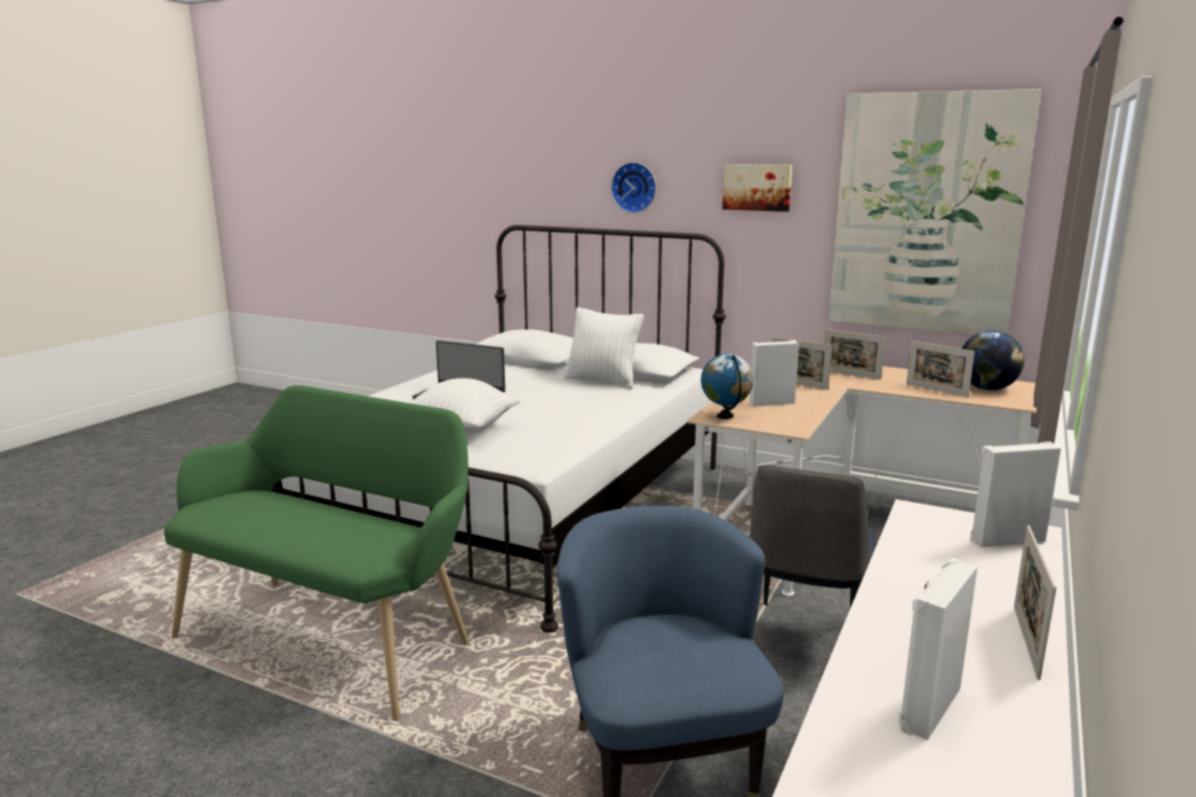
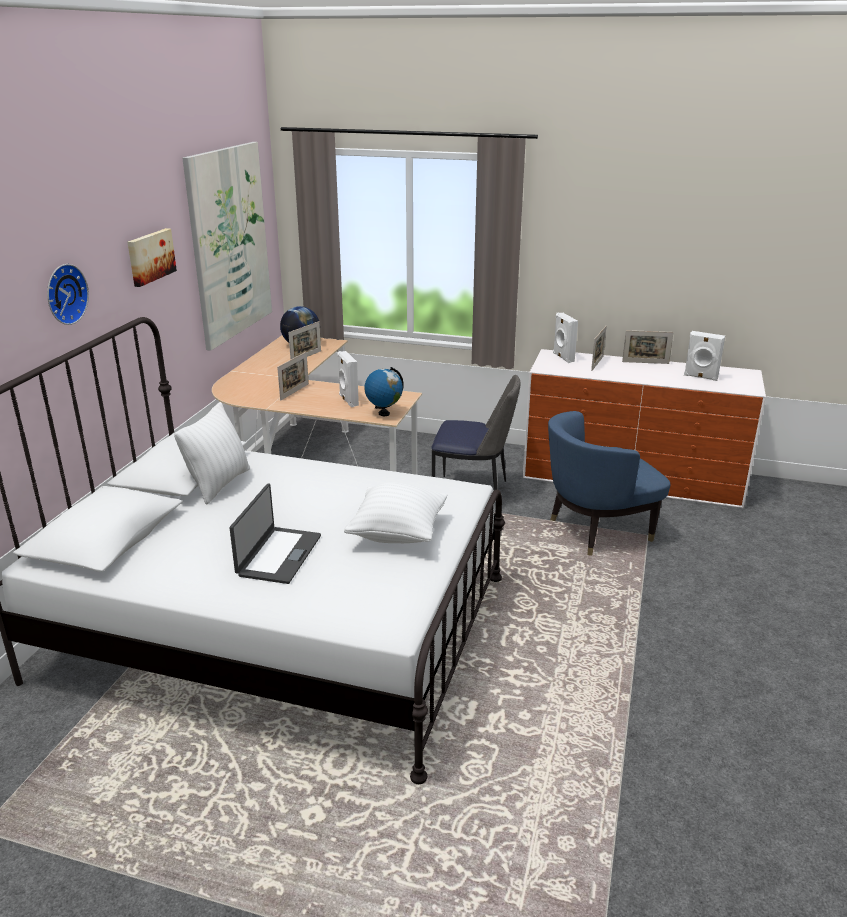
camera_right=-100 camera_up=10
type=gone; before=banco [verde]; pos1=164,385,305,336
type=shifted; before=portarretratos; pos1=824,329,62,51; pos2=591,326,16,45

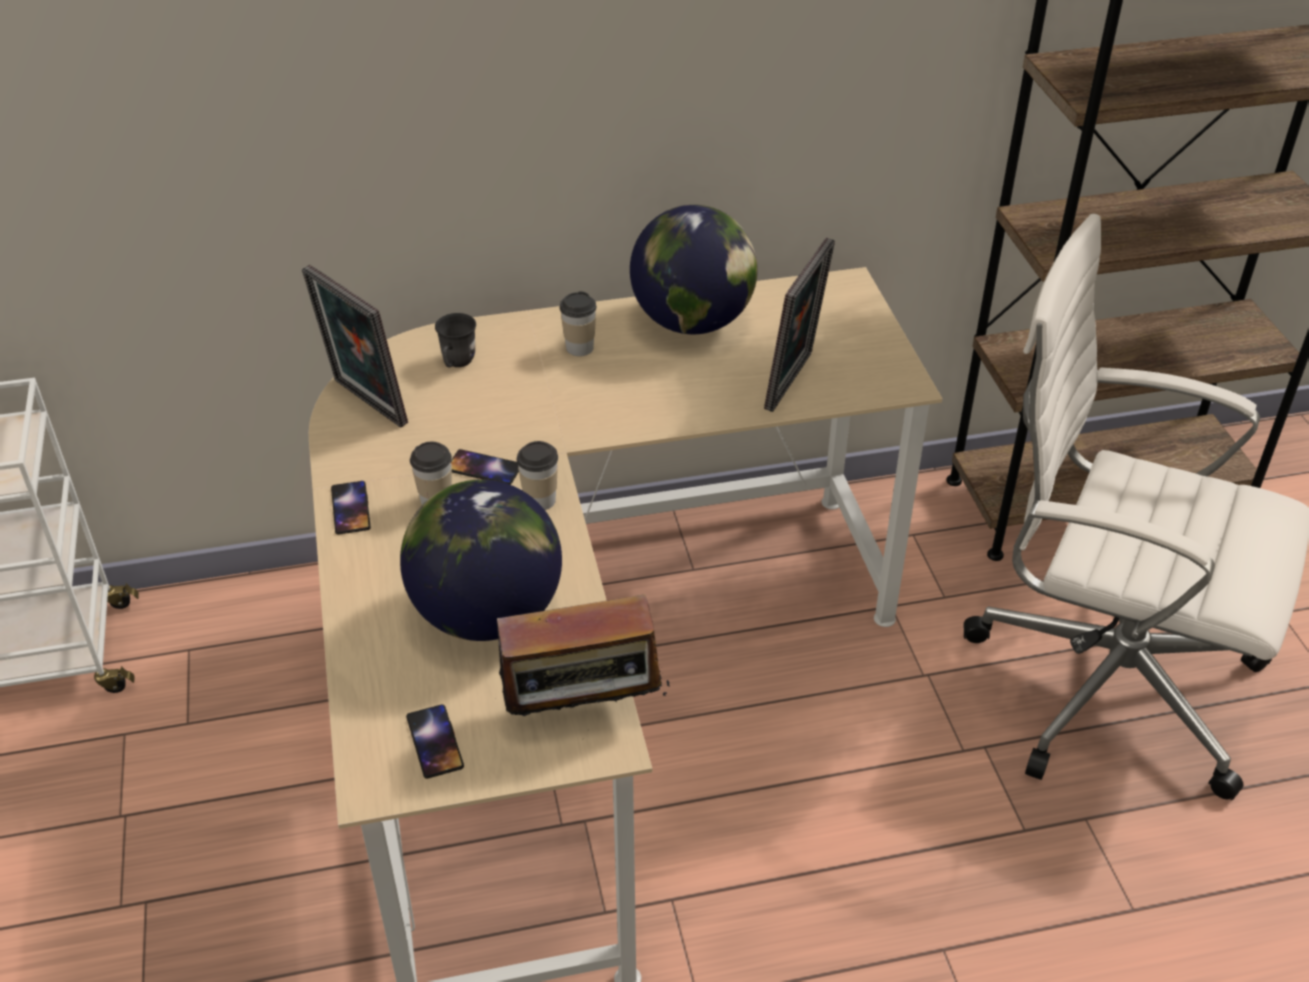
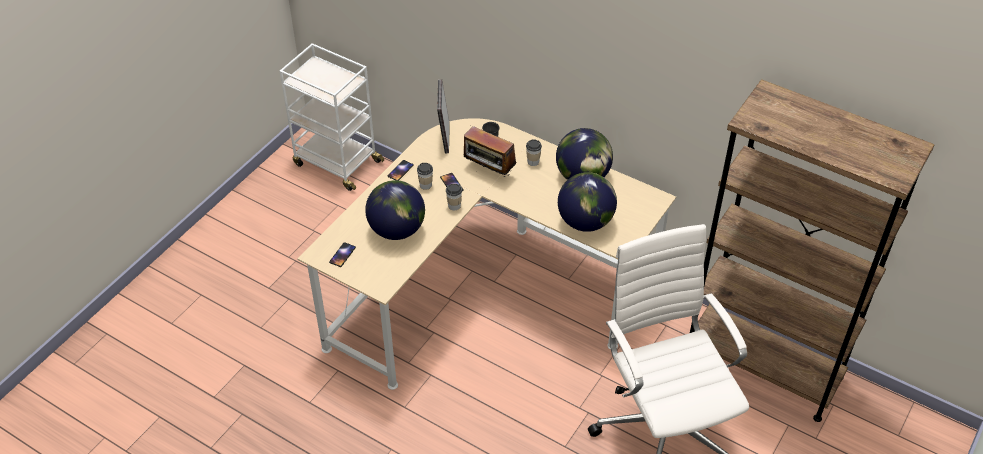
camera_right=45 camera_up=5
type=shifted; before=radio; pos1=481,594,190,140; pos2=464,126,53,51
type=swapped; before=portarretratos; after=globo terráqueo; pos1=764,238,71,174; pos2=558,172,59,60

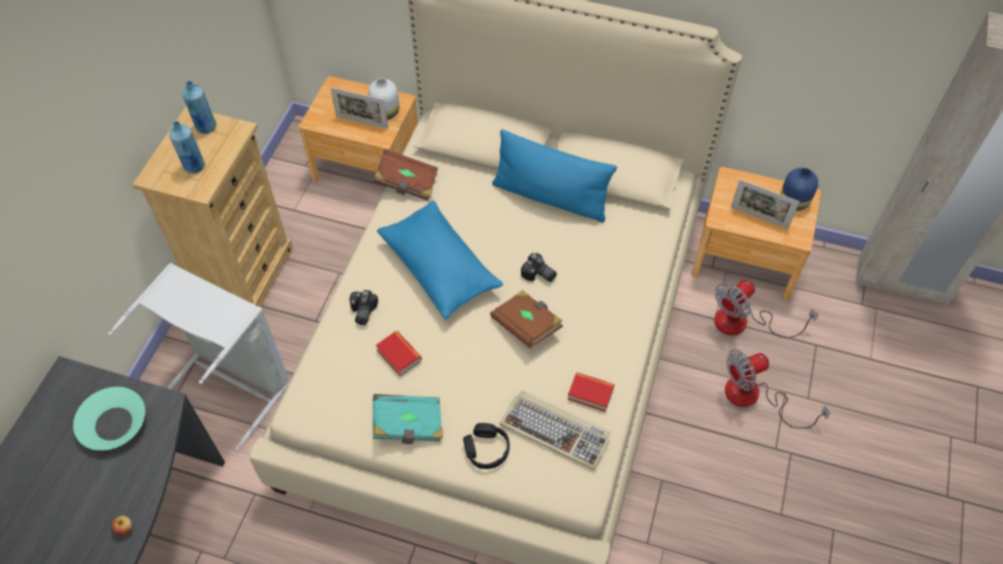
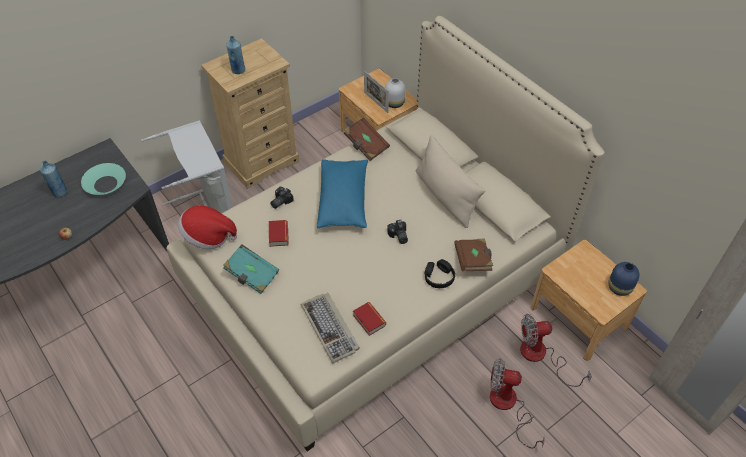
camera_right=35 camera_up=-5
type=shifted; before=botella [azul]; pos1=182,81,34,53; pos2=40,161,27,36
type=shifted; before=auriculares [negro]; pos1=463,423,47,46; pos2=424,259,31,29
type=shifted; before=libro [marrón]; pos1=490,290,73,58; pos2=454,238,39,33
type=repainted; before=cojín [azul]; after=cojín [beis]; pos1=492,129,125,94; pos2=416,135,69,93
type=gone; before=portarretratos; pos1=731,179,68,50
type=new; after=sombrero; pos2=178,205,59,44

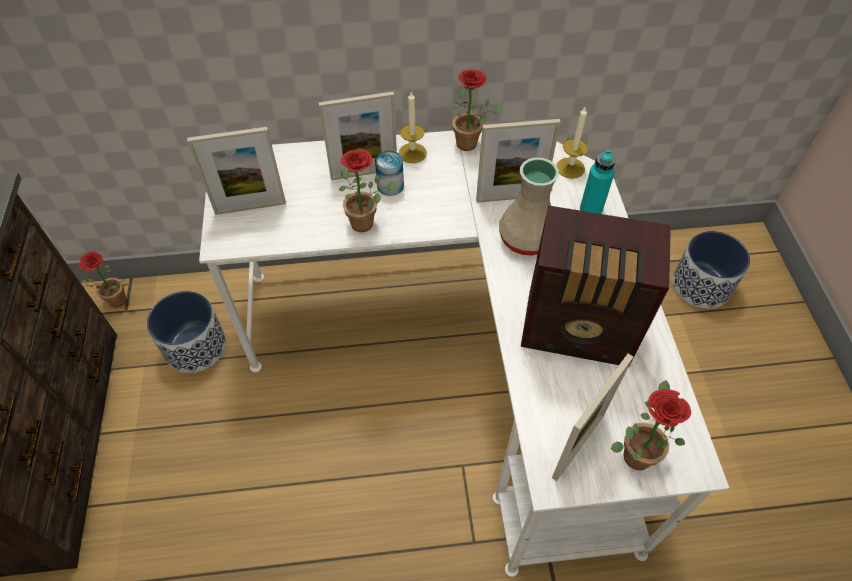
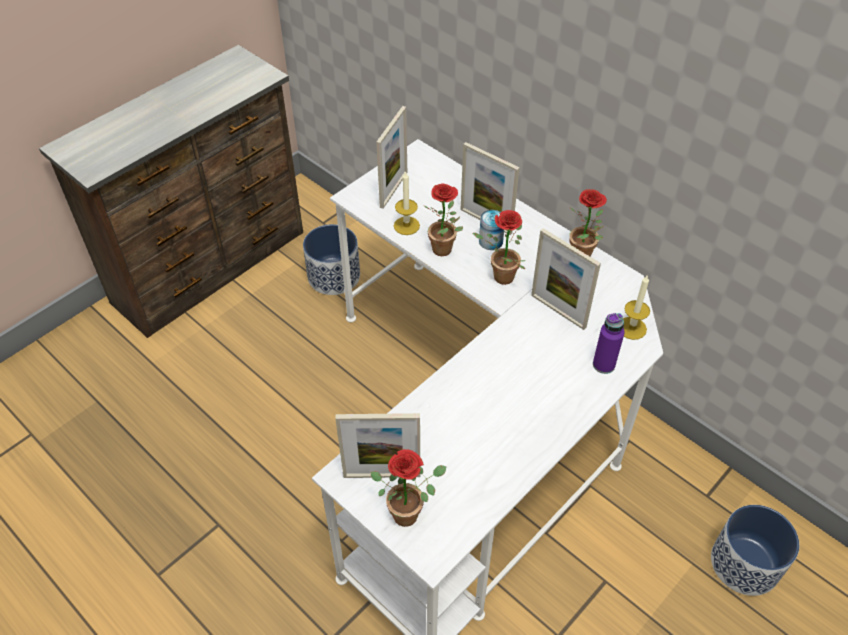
camera_right=50 camera_up=-5
type=shifted; before=planta en maceta; pos1=78,252,52,55; pos2=473,210,53,75
type=rotated; before=portarretratos; pos1=187,127,99,88; pos2=376,106,31,103; turn=-105
type=shifted; before=vela; pos1=399,91,28,72; pos2=394,171,26,64
type=gone; before=florero [beis]; pos1=499,157,60,99
type=gone; before=radio; pos1=521,205,150,162
type=repainted; before=botella [turquesa]; after=botella [morado]; pos1=580,150,35,64; pos2=593,313,31,61

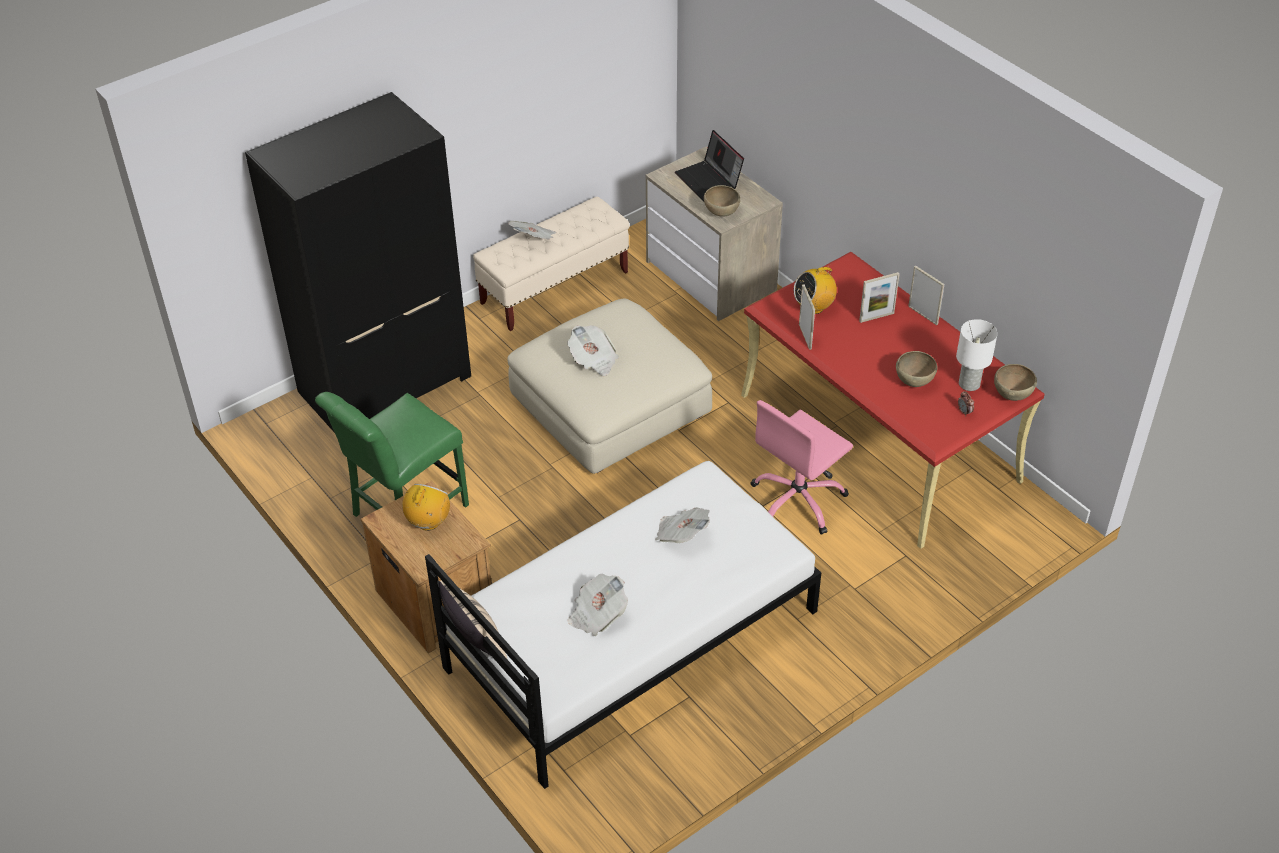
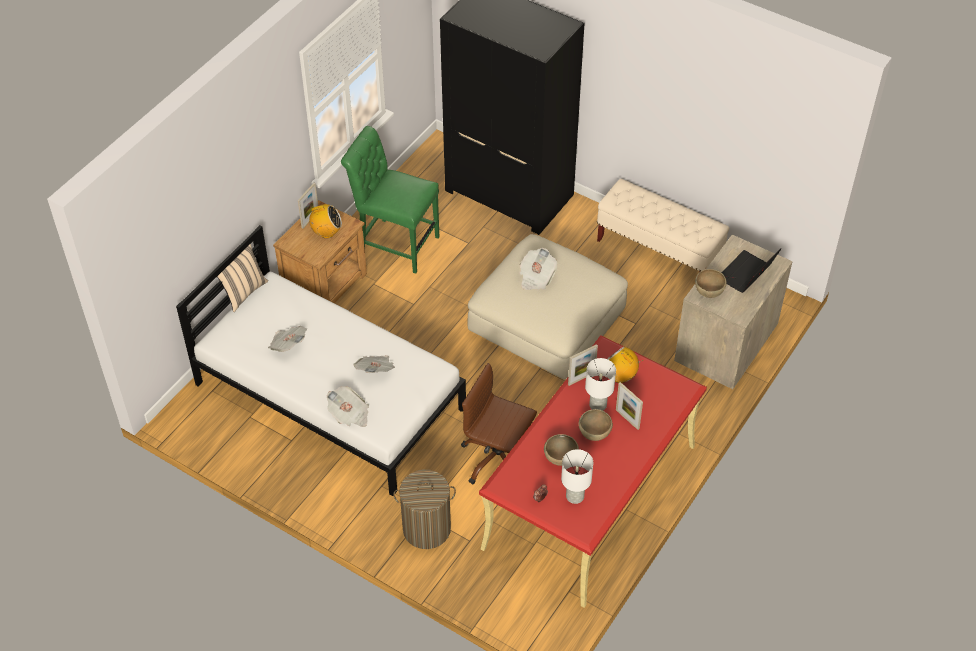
camera_right=70 camera_up=5
type=shifted; before=periódico; pos1=508,221,48,19; pos2=327,386,42,41
type=repainted; before=silla de oficina [rosa]; after=silla de oficina [marrón]; pos1=751,400,102,135; pos2=461,363,76,122
type=shifted; before=portarretratos; pos1=908,266,36,59; pos2=298,183,20,46
type=shifted; before=cuenco [marrón]; pos1=994,364,43,37; pos2=579,409,34,32
type=new; after=cesto de la ropa; pos2=393,470,63,79
type=new; after=lámpara de mesa [blanco]; pos2=585,358,31,53

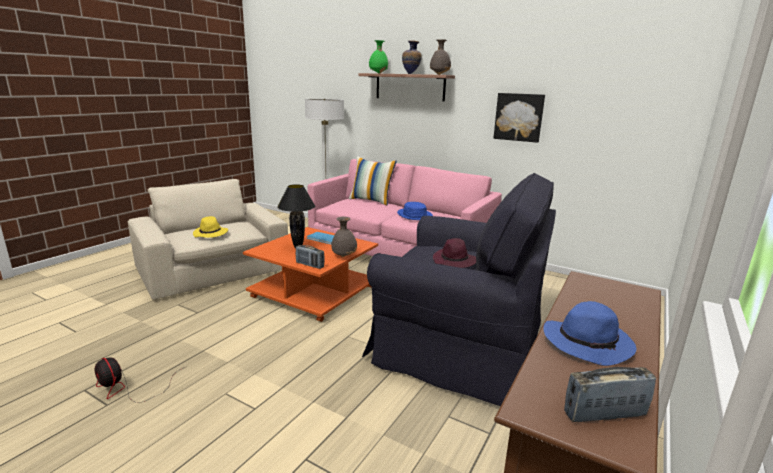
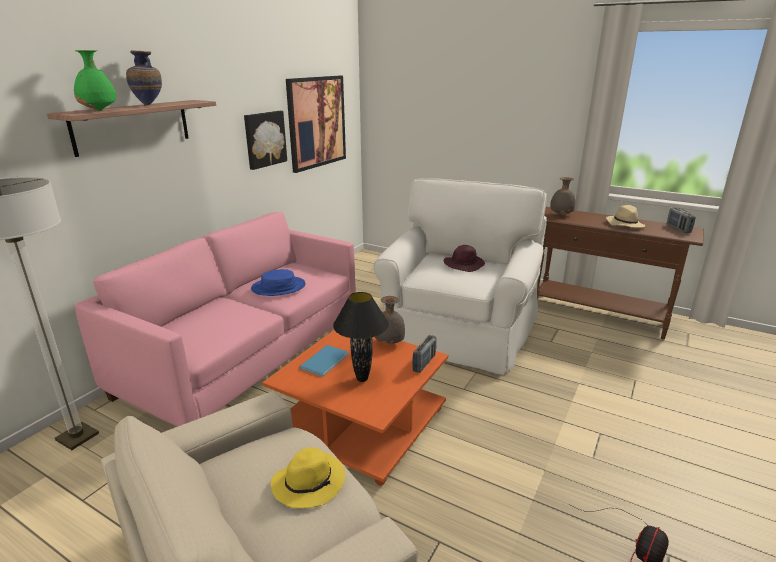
camera_right=-90 camera_up=5
type=gone; before=cojín; pos1=349,156,48,50
type=repainted; before=sillón [negro]; after=sillón [blanco]; pos1=362,173,194,233; pos2=373,178,174,197
type=shifted; before=florero [gris]; pos1=430,39,21,36; pos2=550,177,25,39
type=repainted; before=sombrero [azul]; after=sombrero [beis]; pos1=543,301,93,65; pos2=606,205,39,22
type=new; after=cuadro; pos2=286,76,60,97

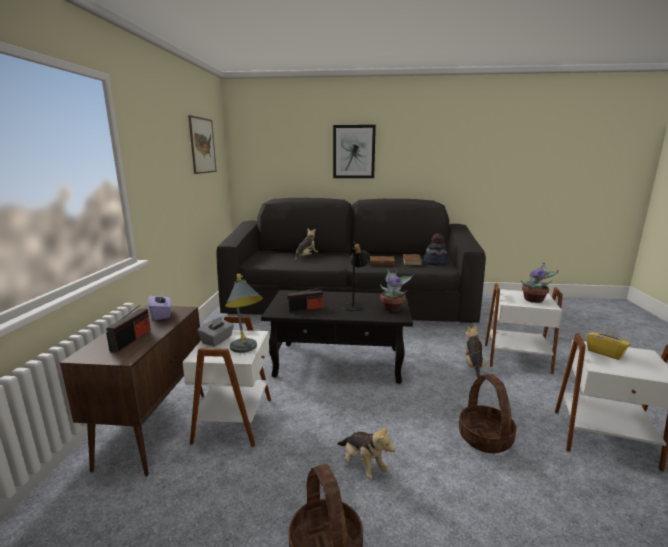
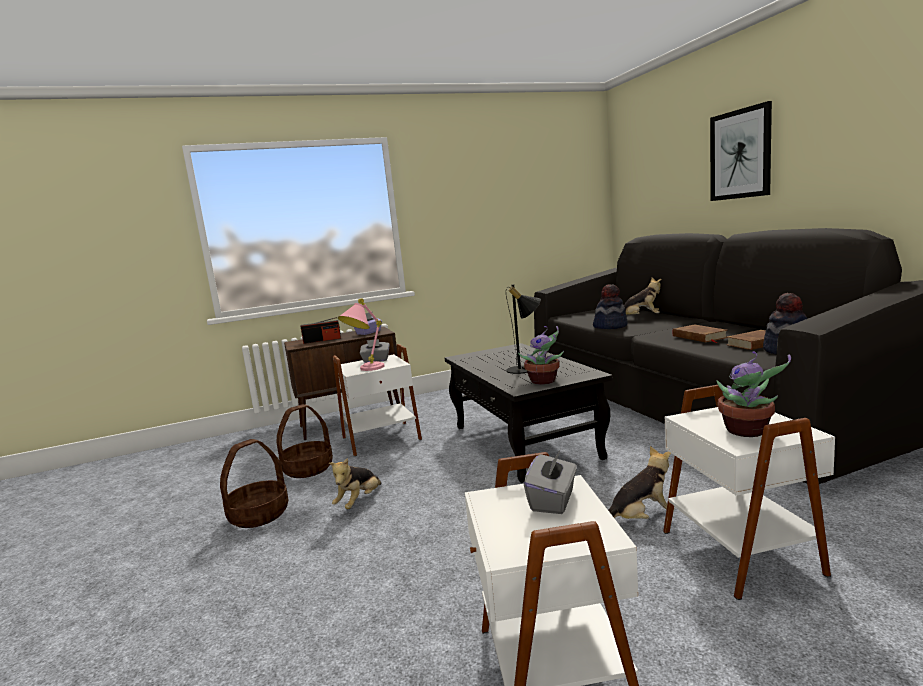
camera_right=65 camera_up=-5
type=gone; before=cuadro; pos1=188,115,29,59
type=repainted; before=lámpara de mesa [gris]; after=lámpara de mesa [rosa]; pos1=225,274,38,79; pos2=338,298,46,73
type=gone; before=radio; pos1=287,287,36,25
type=shifted; before=cesta; pos1=459,374,57,79; pos2=276,404,57,74
type=repainted; before=caja de pañuelos [amarillo]; after=caja de pañuelos [gris]; pos1=586,326,45,34; pos2=524,449,53,65
type=new; after=sombrero; pos2=593,284,35,45

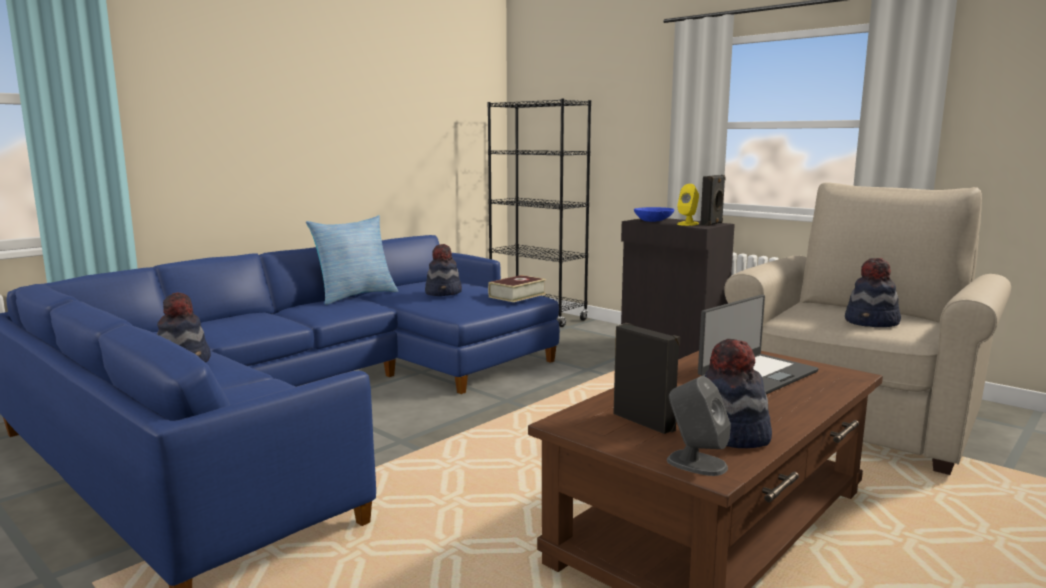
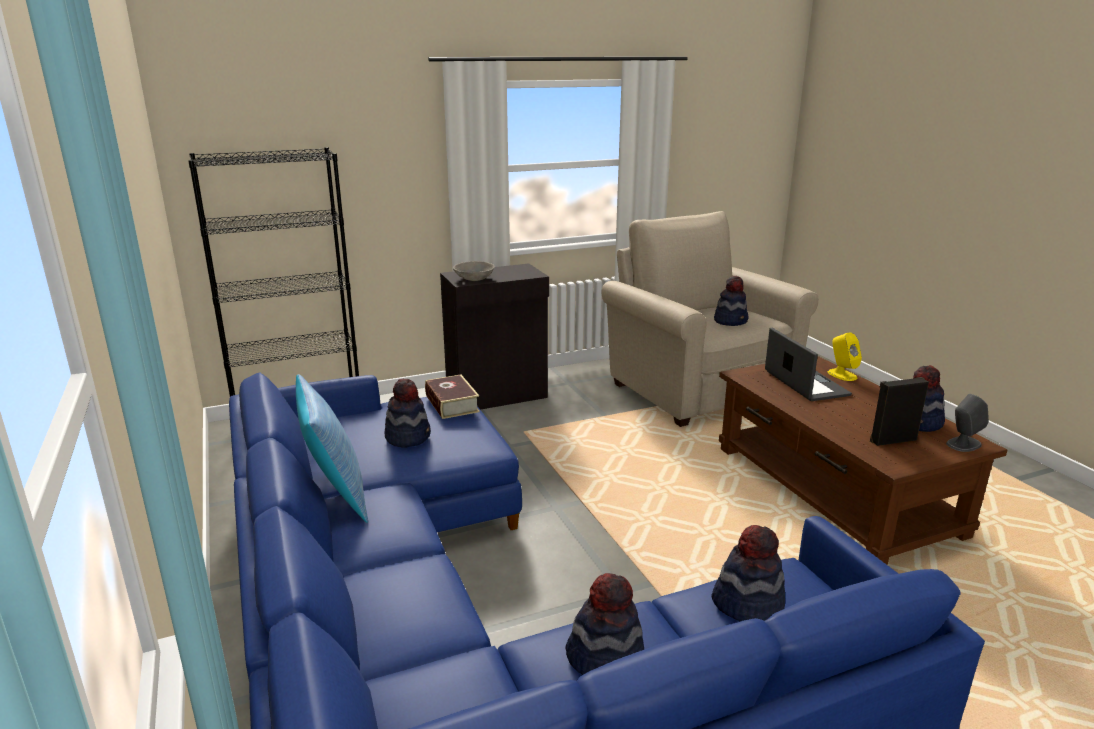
camera_right=-65 camera_up=10
type=repainted; before=cuenco [azul]; after=cuenco [gris]; pos1=634,207,40,15; pos2=453,261,42,20
type=shifted; before=altavoz [amarillo]; pos1=677,184,22,42; pos2=827,332,35,49
type=gone; before=altavoz [negro]; pos1=700,175,26,51
type=new; after=sombrero; pos2=712,525,73,96

